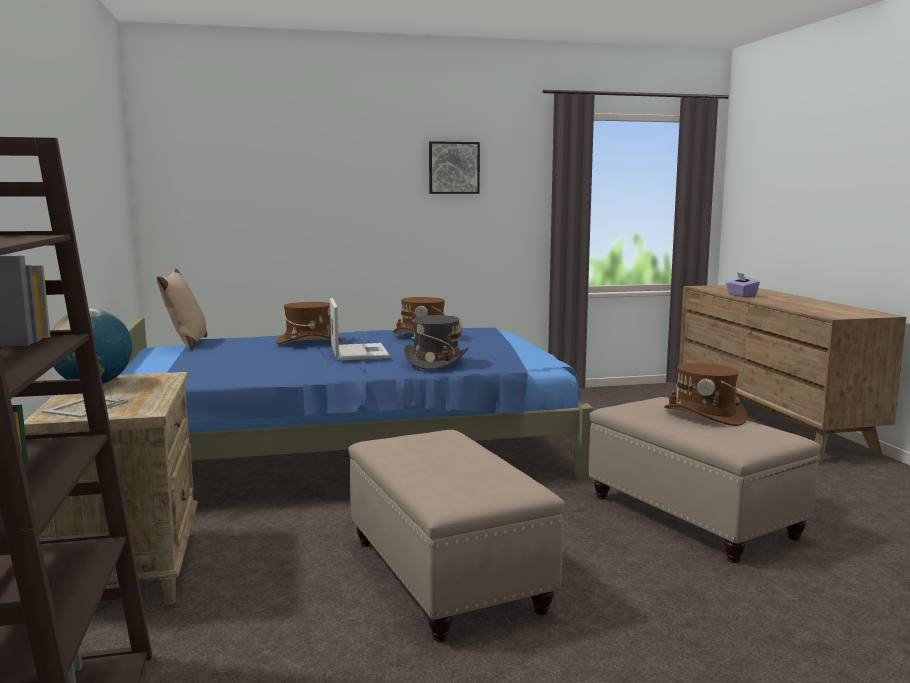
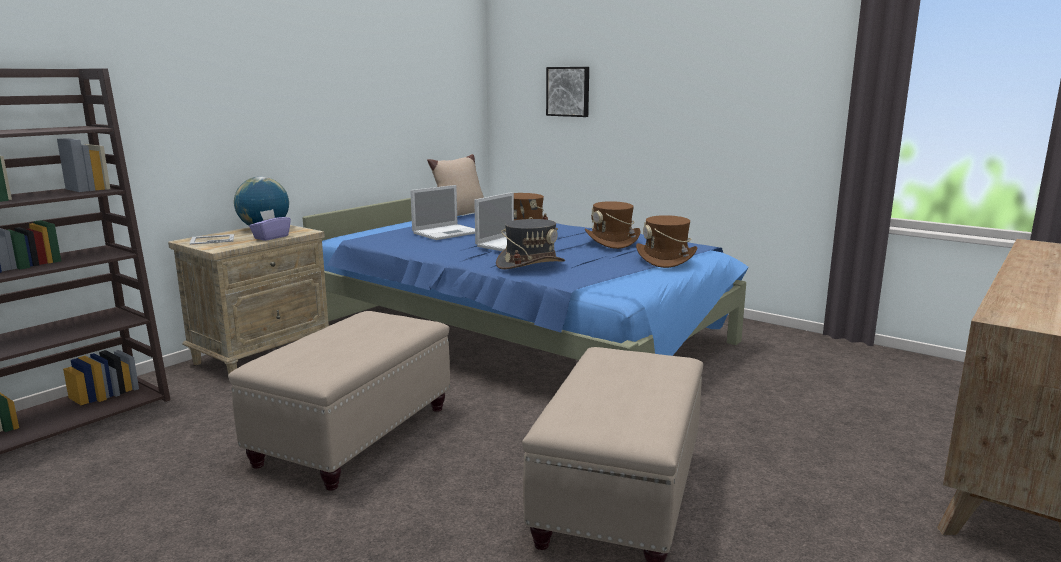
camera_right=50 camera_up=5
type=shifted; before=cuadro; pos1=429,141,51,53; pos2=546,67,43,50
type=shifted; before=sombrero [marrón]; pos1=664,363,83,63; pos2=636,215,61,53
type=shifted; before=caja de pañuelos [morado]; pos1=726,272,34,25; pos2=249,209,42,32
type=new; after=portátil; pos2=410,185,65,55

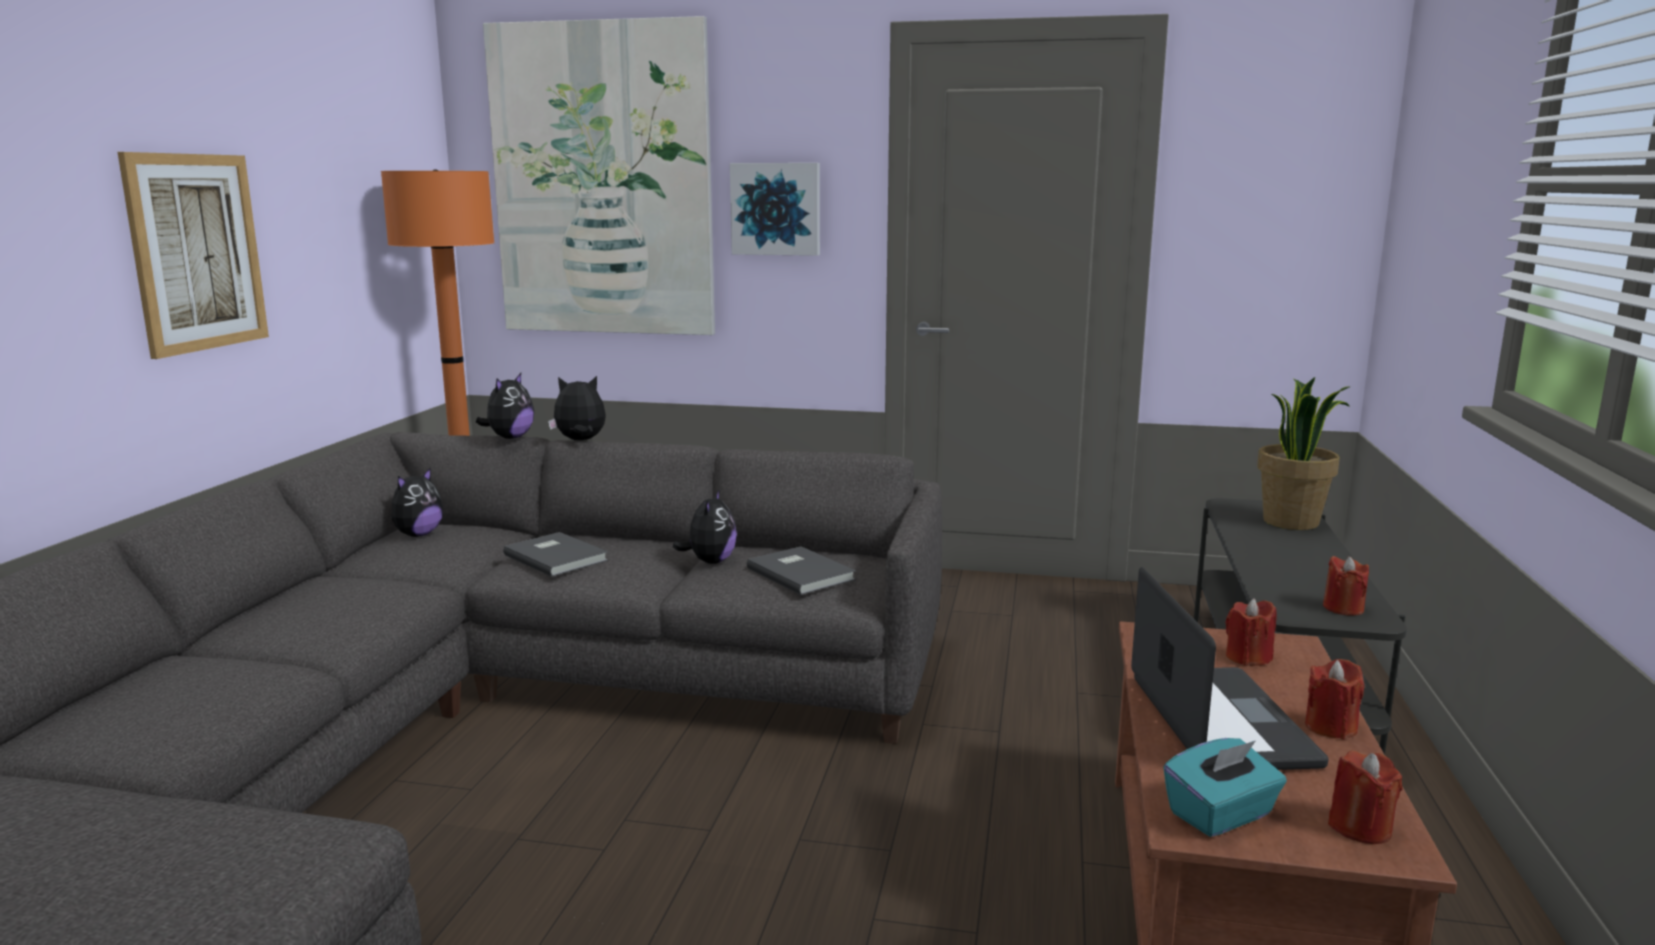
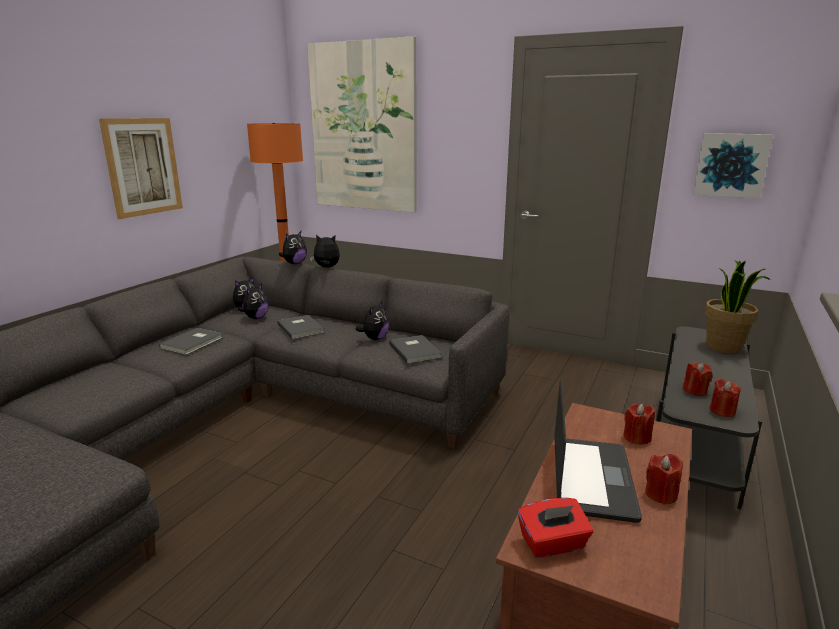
camera_right=15 camera_up=5
type=shifted; before=cuadro; pos1=730,163,90,93; pos2=693,133,80,65
type=repainted; before=caja de pañuelos [turquesa]; after=caja de pañuelos [rojo]; pos1=1163,738,124,99; pos2=517,497,76,61
type=shifted; before=vela [rojo]; pos1=1328,751,75,93; pos2=683,362,30,34
type=new; after=libro [gris]; pos2=159,328,64,27
type=new; after=peluche; pos2=238,283,31,36

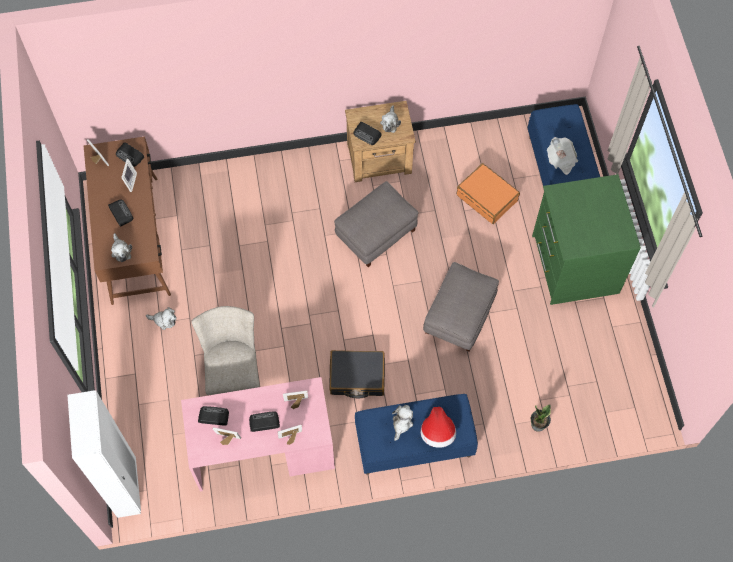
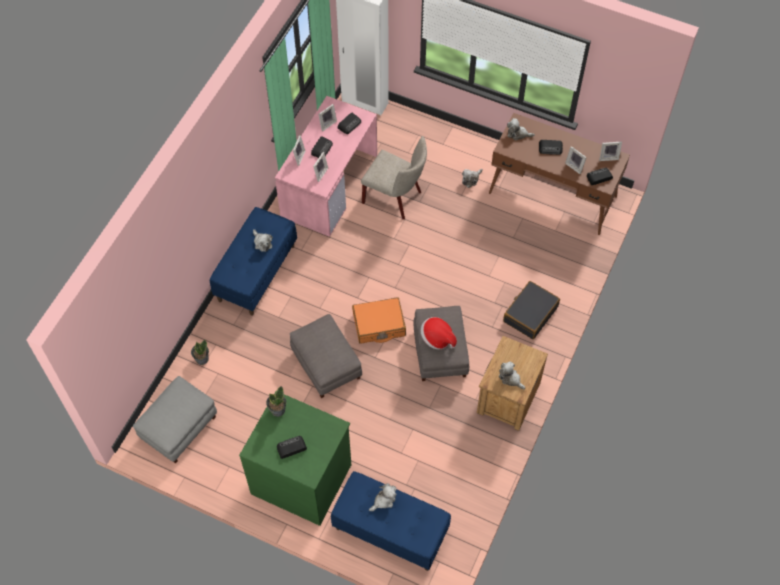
camera_right=125 camera_up=-5
type=shifted; before=maleta [negro]; pos1=330,350,55,48; pos2=503,281,57,58
type=shifted; before=radio; pos1=353,122,29,23; pos2=277,436,30,23
type=shifted; before=sombrero; pos1=421,407,35,41; pos2=421,317,36,32
type=shifted; before=maleta [naranja]; pos1=456,163,64,61; pos2=352,297,54,47
type=swapped; before=periódico; after=peluche; pos1=547,137,31,38; pos2=369,483,28,28
type=new; after=puf [gris]; pos2=133,376,84,87
type=new; after=planta en maceta; pos2=266,386,21,31

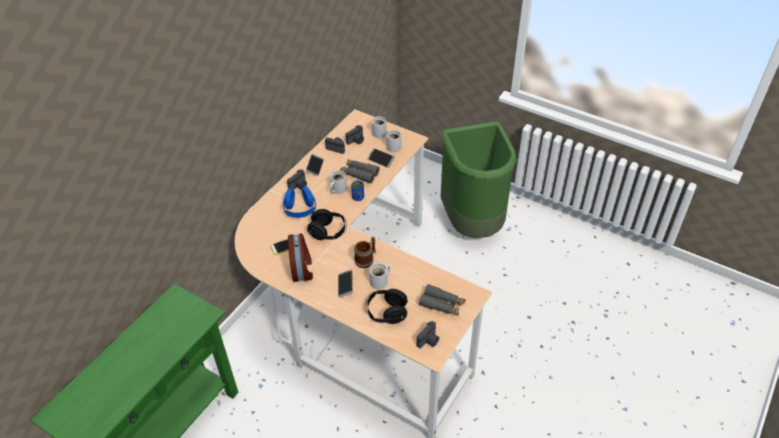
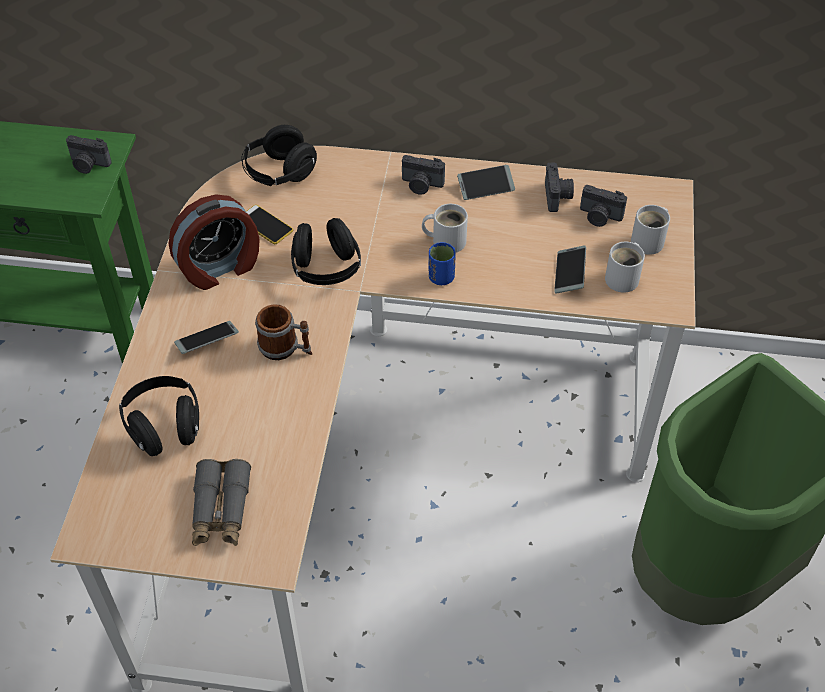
camera_right=65 camera_up=5
type=gone; before=auriculares [azul]; pos1=283,187,33,31
type=gone; before=prismáticos [gris]; pos1=340,159,40,24
type=gone; before=taza grande [blanco]; pos1=369,263,21,26
type=shifted; before=cámara; pos1=417,321,22,27; pos2=66,135,46,39
type=new; after=auriculares [negro]; pos2=241,125,76,61

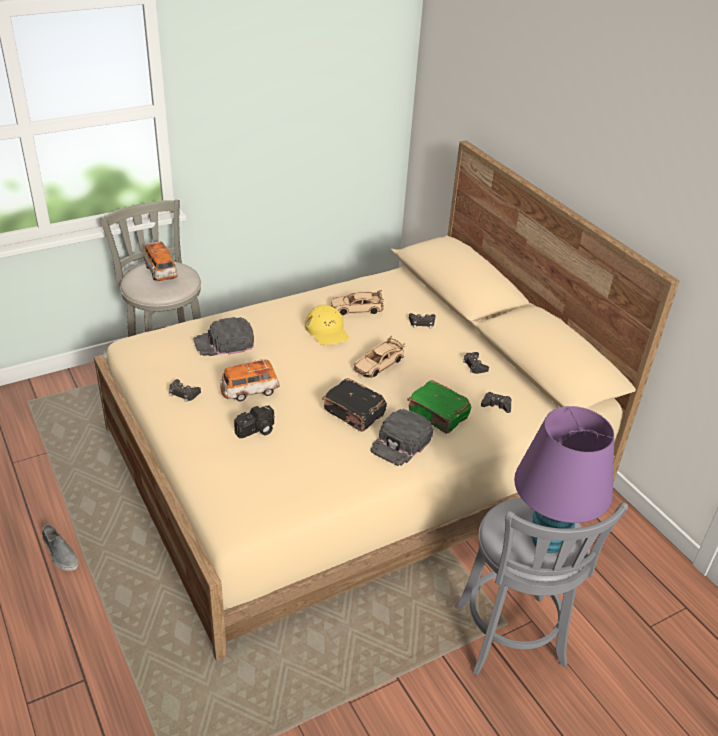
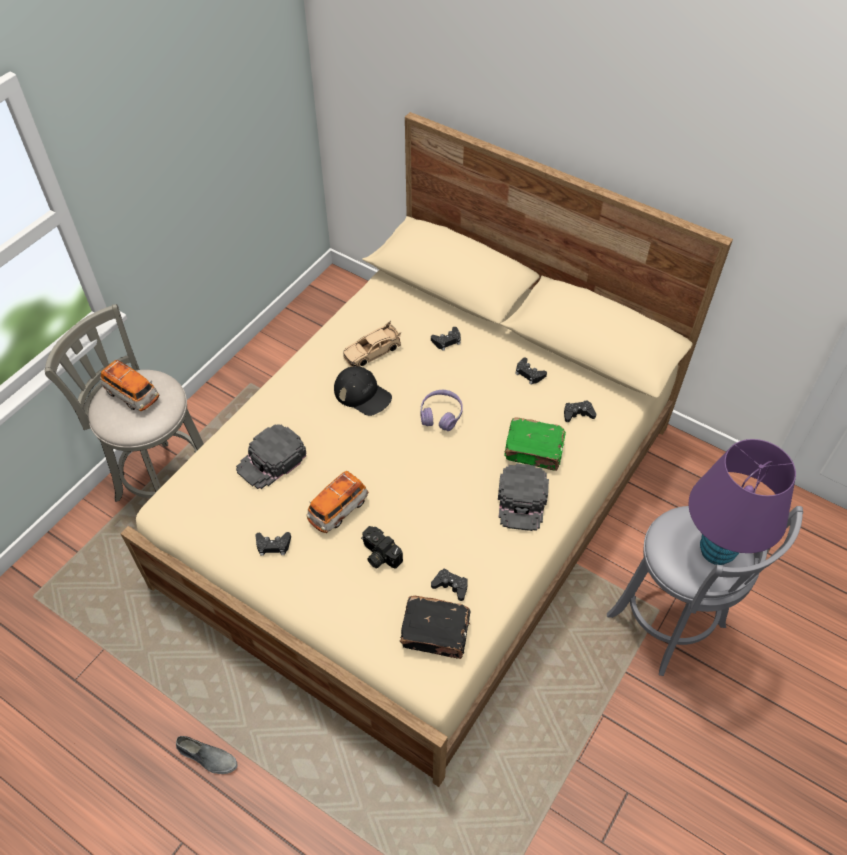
camera_right=-25 camera_up=15
type=rotated; before=cámara; pos1=234,406,41,32; pos2=361,526,42,43; turn=105
type=repainted; before=gorra [amarillo]; after=gorra [negro]; pos1=305,305,44,40; pos2=334,366,58,50
type=shifted; before=libro [negro]; pos1=322,378,65,54; pos2=399,595,72,64
type=swapped; before=coche de juguete [beis]; after=auriculares [morado]; pos1=354,335,51,44; pos2=420,390,43,41
type=new; after=mando de consola [negro]; pos2=431,569,37,32

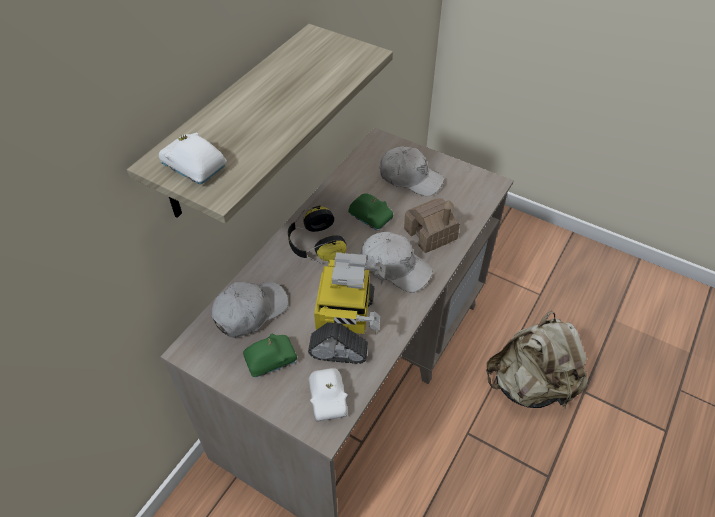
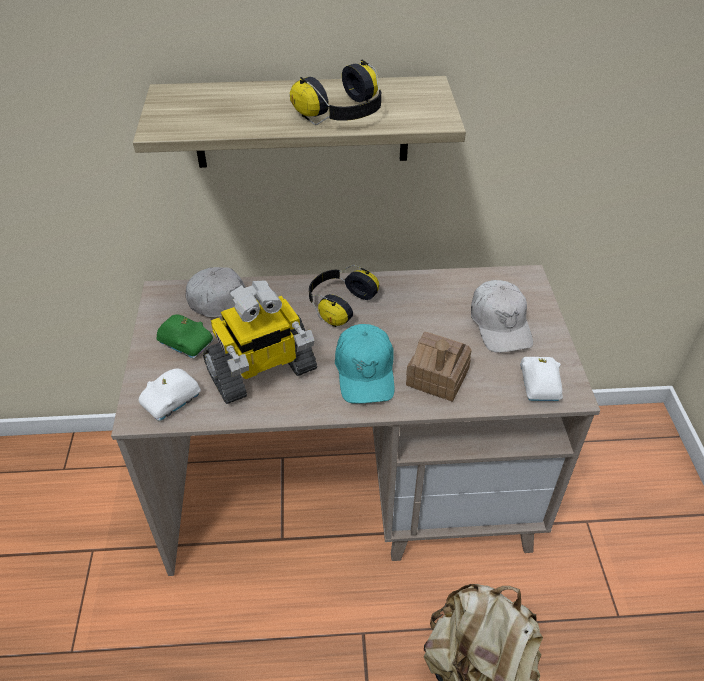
camera_right=55 camera_up=-5
type=shifted; before=coche de juguete [blanco]; pos1=159,133,68,51; pos2=520,357,43,44
type=gone; before=coche de juguete [verde]; pos1=348,193,45,38
type=repainted; before=gorra [blanco]; after=gorra [turquesa]; pos1=361,232,72,60; pos2=335,324,59,80
type=new; after=auriculares; pos2=290,59,91,66

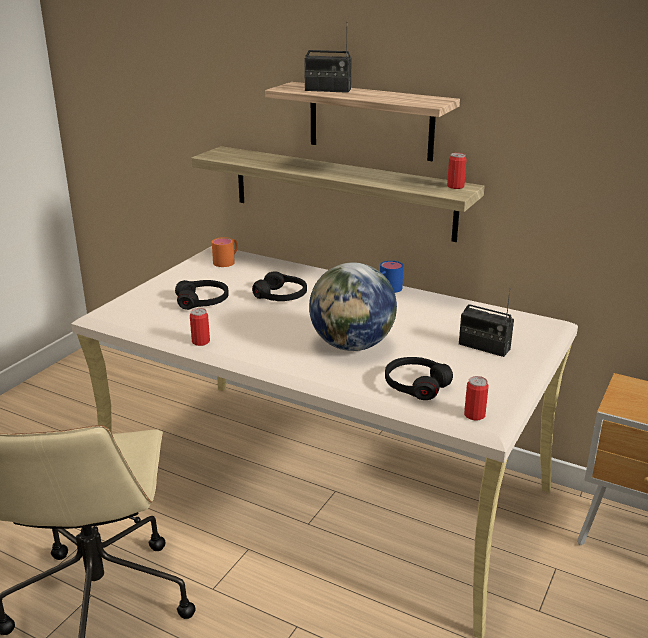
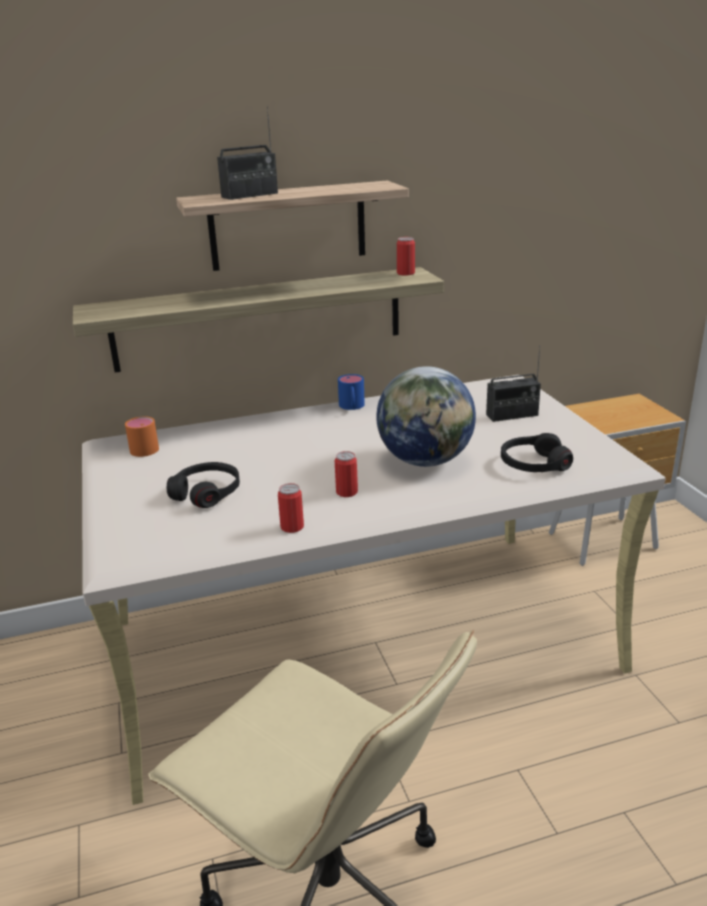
camera_right=-45 camera_up=0
type=gone; before=auriculares [negro]; pos1=252,272,55,29
type=shifted; before=lata; pos1=464,376,24,45; pos2=335,451,23,46

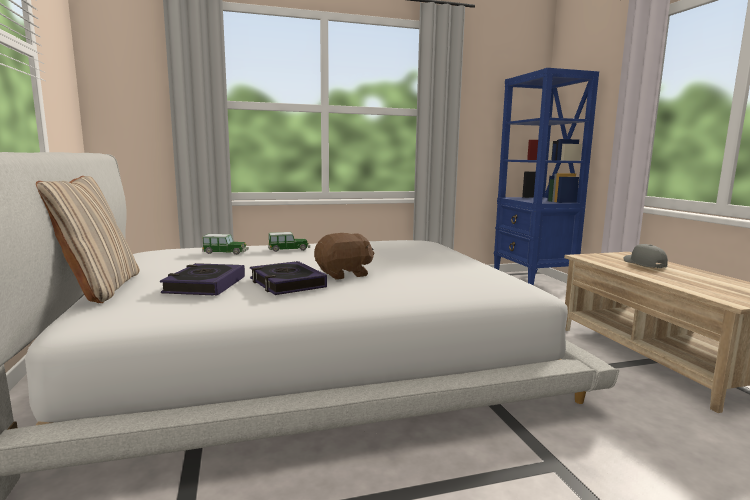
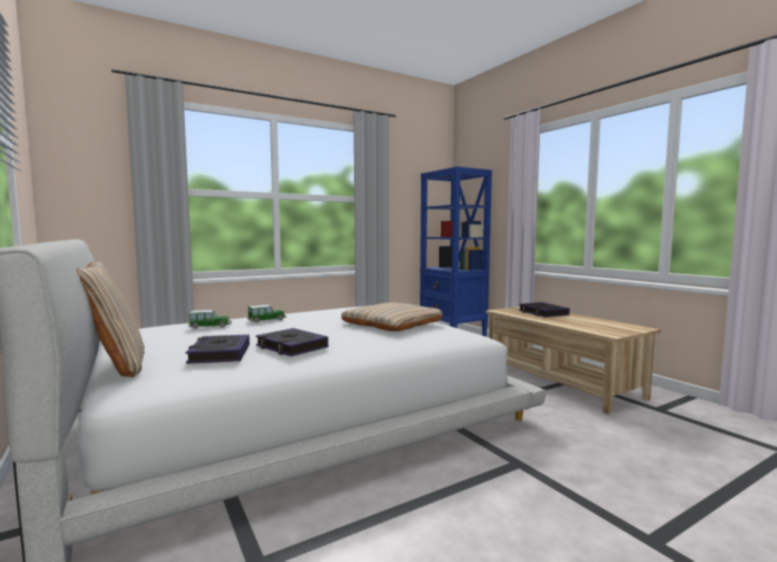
camera_right=-15 camera_up=-5
type=gone; before=peluche [marrón]; pos1=314,233,61,47
type=swapped; before=gorra [gris]; after=libro; pos1=624,244,44,24; pos2=519,302,51,15
type=new; after=cojín [beis]; pos2=341,303,102,28

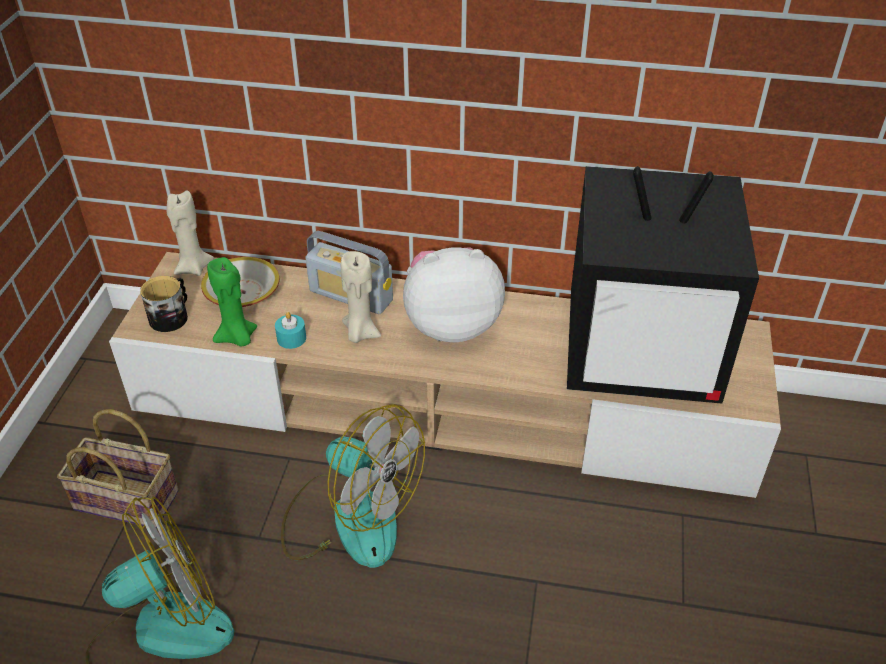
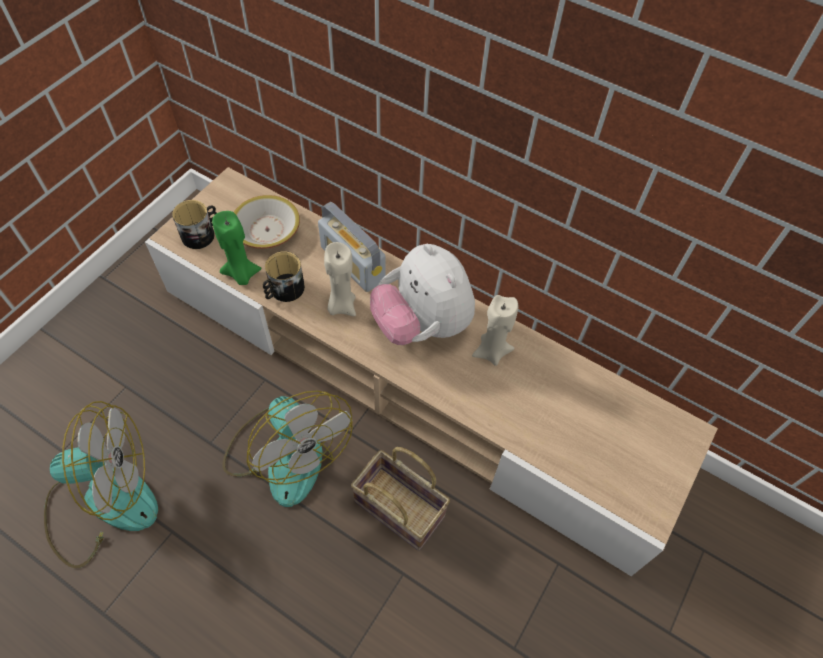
camera_right=20 camera_up=15
type=shifted; before=cesta; pos1=57,409,122,119; pos2=351,447,99,104
type=shifted; before=vela [beis]; pos1=166,191,48,85; pos2=472,295,46,71
type=swapped; before=vela [turquesa]; after=taza grande; pos1=275,312,31,37; pos2=263,251,42,51
type=rotated; before=peluche; pos1=403,247,102,95; pos2=370,244,105,101; turn=-135
type=gone; before=televisor; pos1=567,166,192,238

